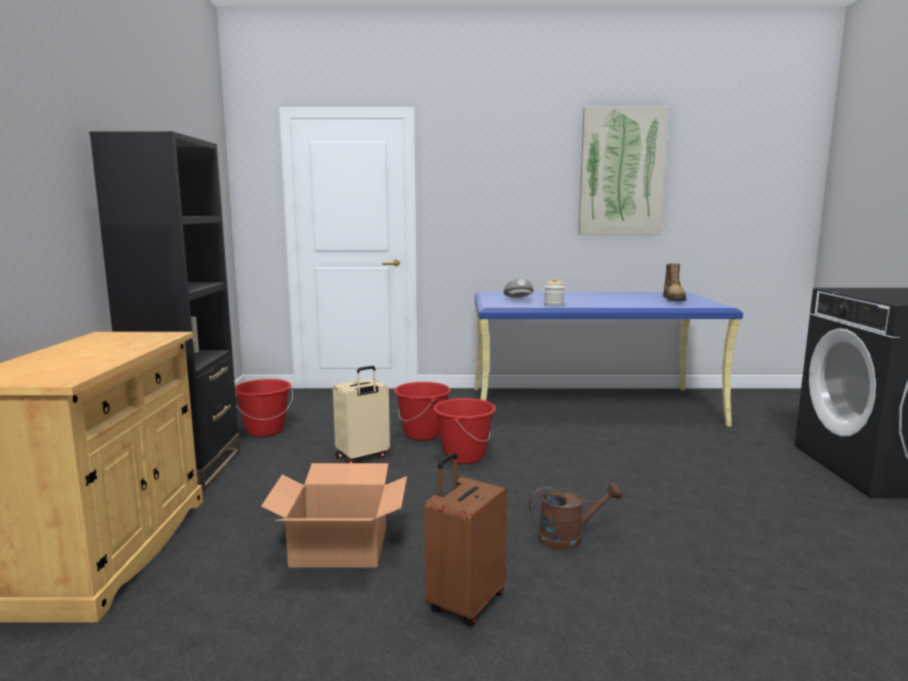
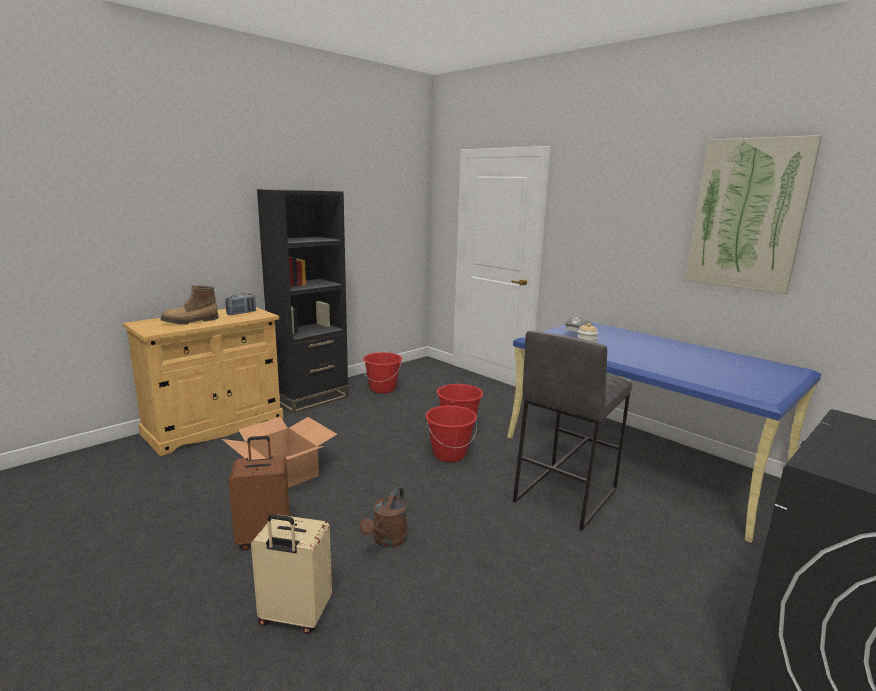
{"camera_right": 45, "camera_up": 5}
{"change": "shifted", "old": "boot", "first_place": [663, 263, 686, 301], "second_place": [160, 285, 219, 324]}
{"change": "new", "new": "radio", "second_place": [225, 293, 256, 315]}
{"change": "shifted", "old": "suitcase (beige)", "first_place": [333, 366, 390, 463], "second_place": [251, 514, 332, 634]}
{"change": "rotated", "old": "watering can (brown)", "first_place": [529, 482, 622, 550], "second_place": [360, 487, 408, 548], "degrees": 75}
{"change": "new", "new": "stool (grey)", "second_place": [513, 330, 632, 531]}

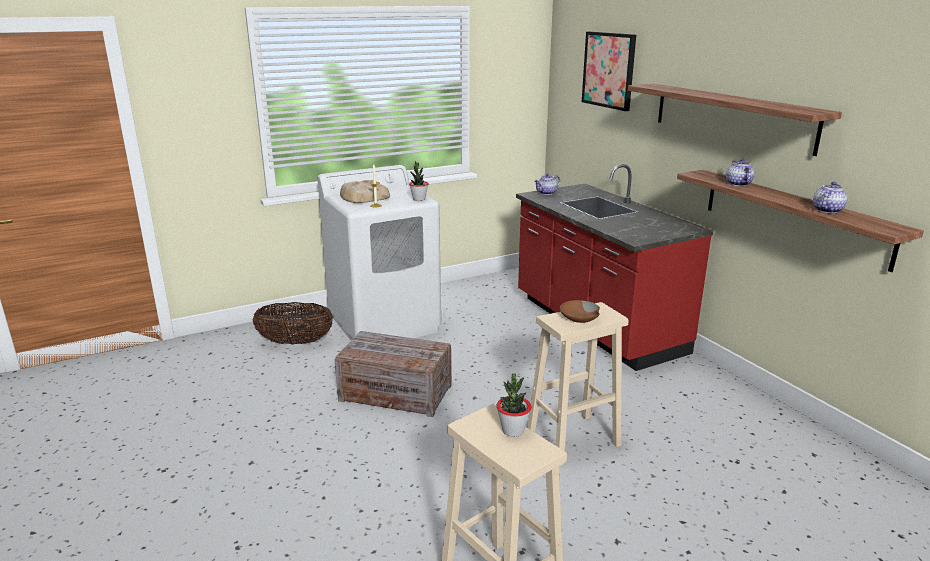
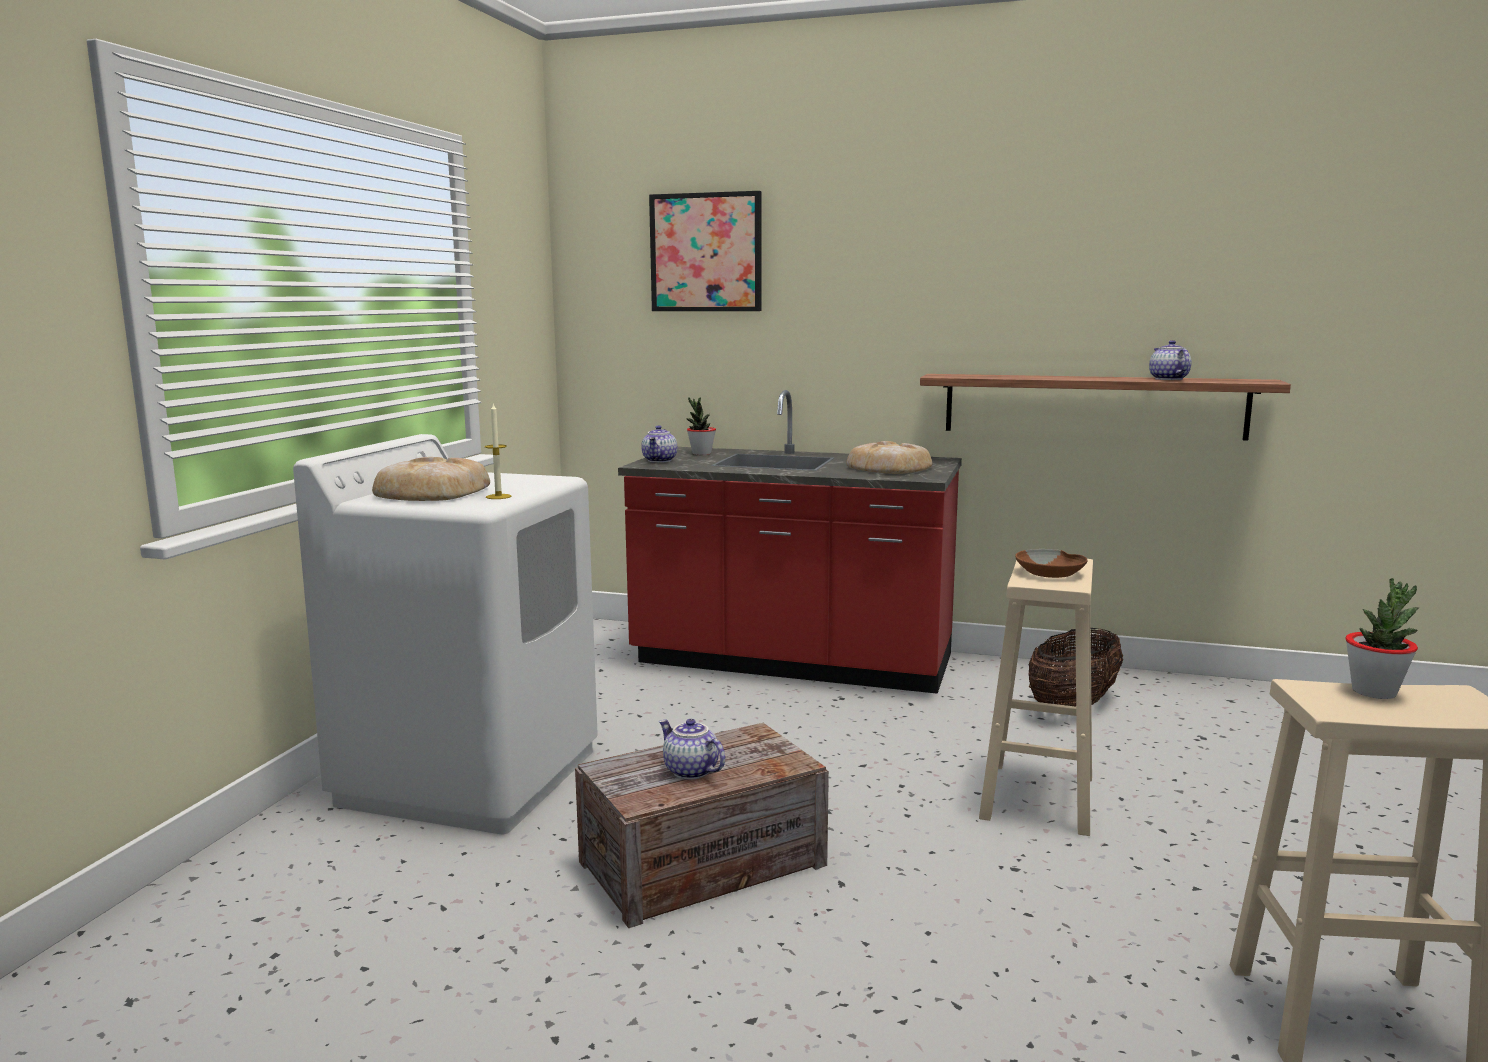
{"camera_right": -45, "camera_up": -10}
{"change": "shifted", "old": "teapot", "first_place": [726, 158, 755, 186], "second_place": [659, 719, 725, 779]}
{"change": "shifted", "old": "potted plant", "first_place": [409, 161, 429, 201], "second_place": [687, 397, 716, 455]}
{"change": "new", "new": "bread", "second_place": [846, 441, 932, 474]}
{"change": "shifted", "old": "basket", "first_place": [253, 302, 333, 345], "second_place": [1029, 628, 1123, 707]}
{"change": "gone", "old": "shelf", "first_place": [628, 84, 842, 156]}

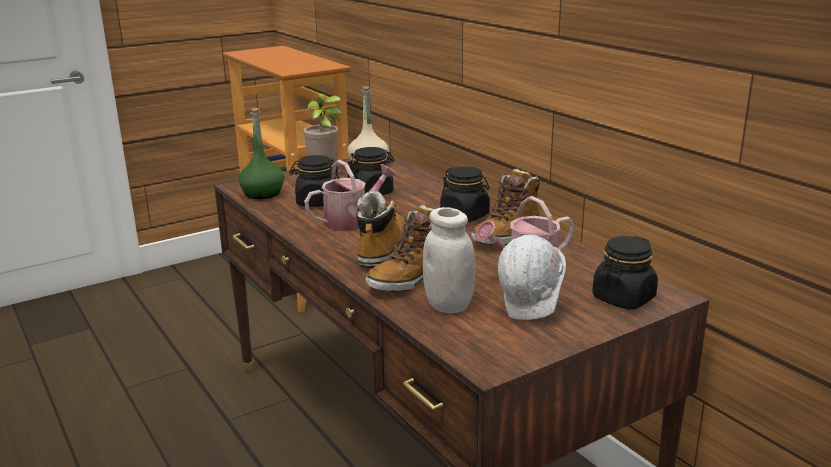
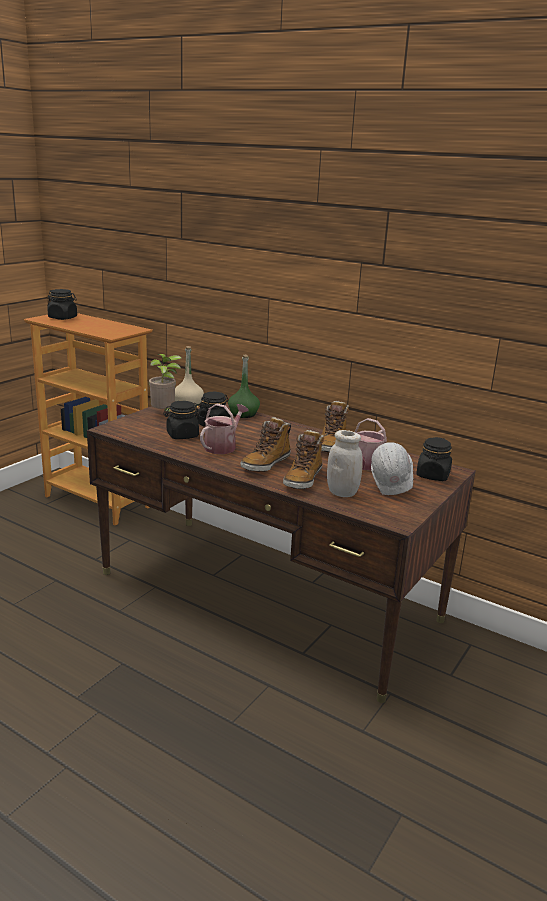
{"camera_right": -25, "camera_up": 0}
{"change": "shifted", "old": "jar (black)", "first_place": [440, 166, 490, 222], "second_place": [47, 289, 77, 320]}
{"change": "shifted", "old": "bottle (green)", "first_place": [238, 108, 284, 199], "second_place": [228, 355, 260, 418]}
{"change": "rotated", "old": "boot", "first_place": [356, 191, 406, 268], "second_place": [241, 417, 291, 472], "degrees": -135}

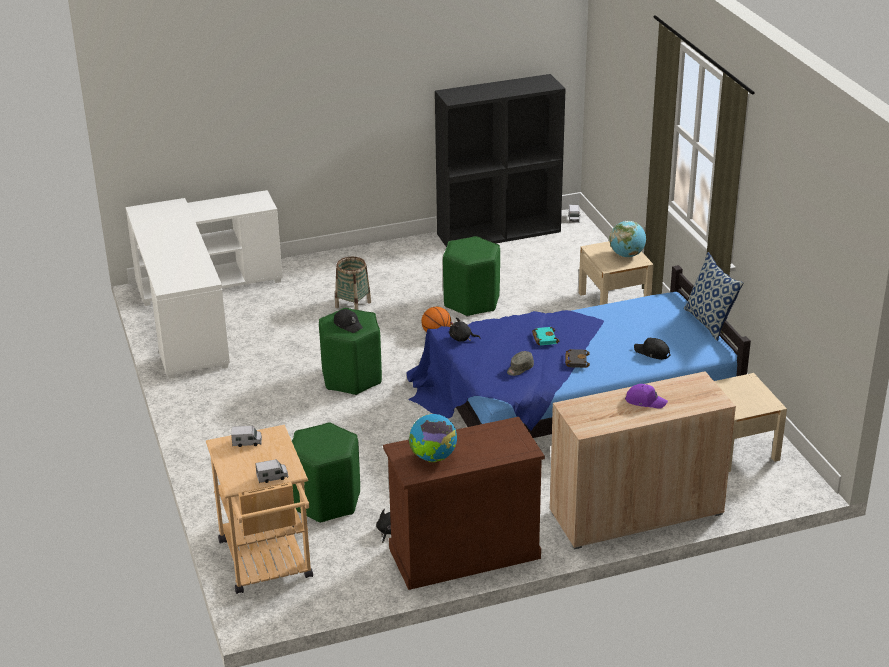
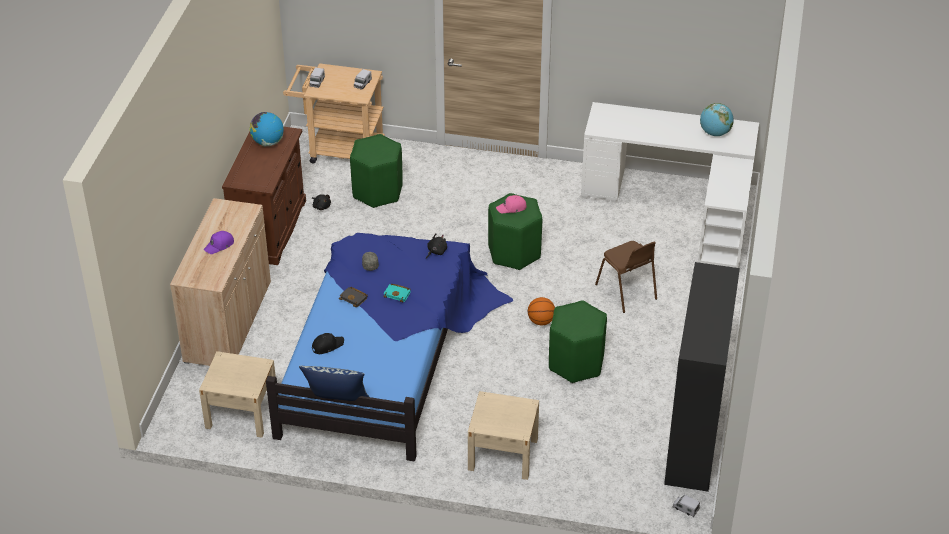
{"camera_right": 120, "camera_up": 10}
{"change": "repainted", "old": "cap (black)", "new": "cap (pink)", "first_place": [334, 309, 363, 333], "second_place": [496, 195, 527, 213]}
{"change": "swapped", "old": "basket", "new": "chair (brown)", "first_place": [335, 257, 371, 310], "second_place": [595, 241, 657, 313]}
{"change": "shifted", "old": "globe", "first_place": [609, 221, 646, 257], "second_place": [700, 103, 734, 136]}

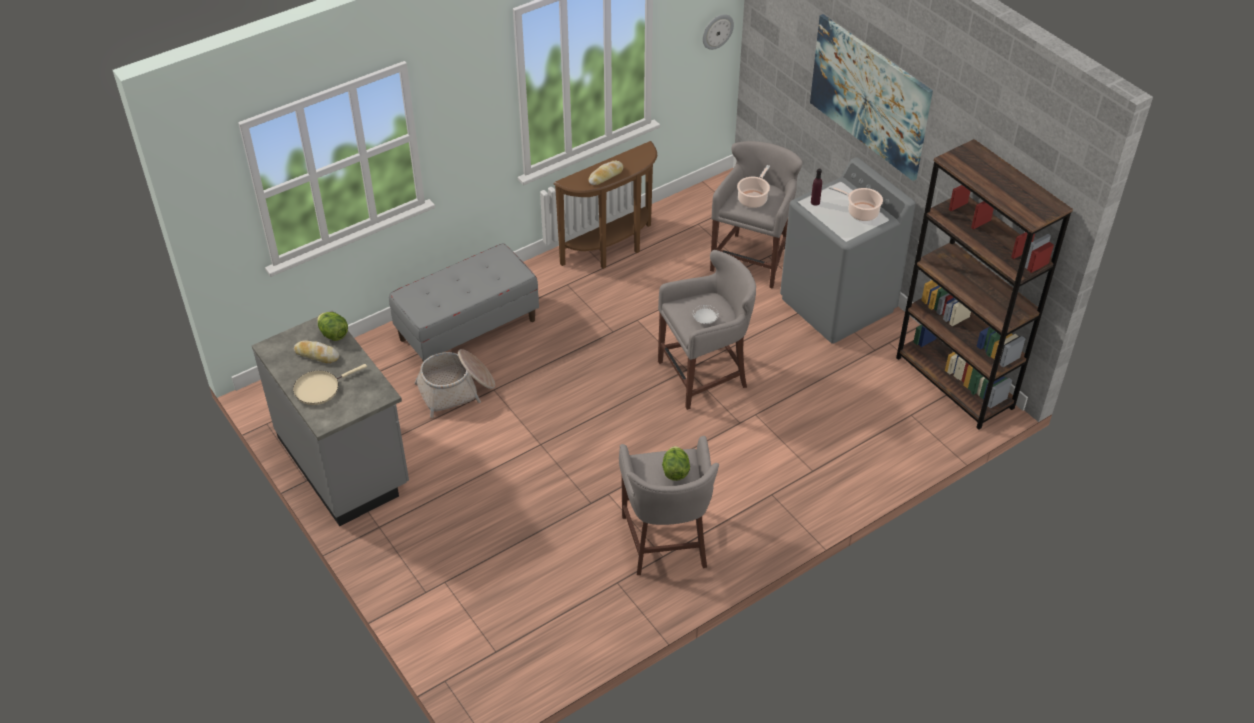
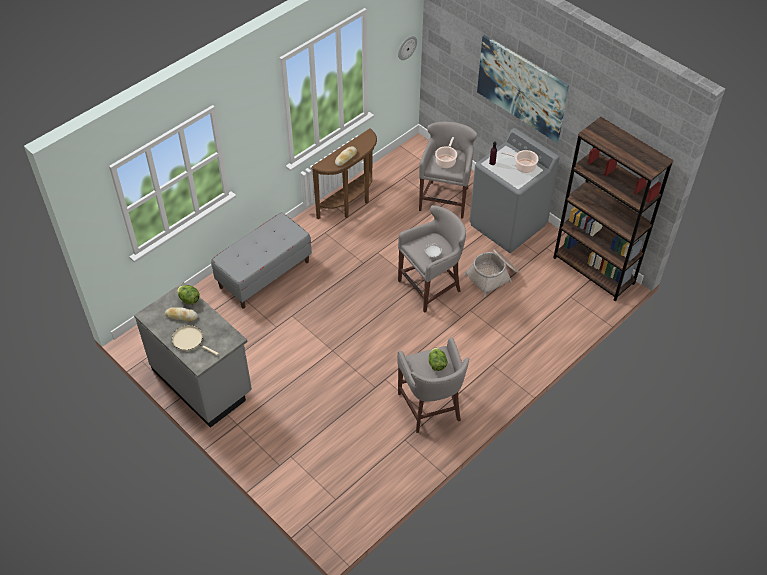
{"camera_right": -10, "camera_up": 5}
{"change": "rotated", "old": "frying pan (beige)", "first_place": [293, 364, 367, 405], "second_place": [172, 325, 219, 355], "degrees": 75}
{"change": "shifted", "old": "basket", "first_place": [414, 349, 495, 418], "second_place": [464, 249, 519, 297]}

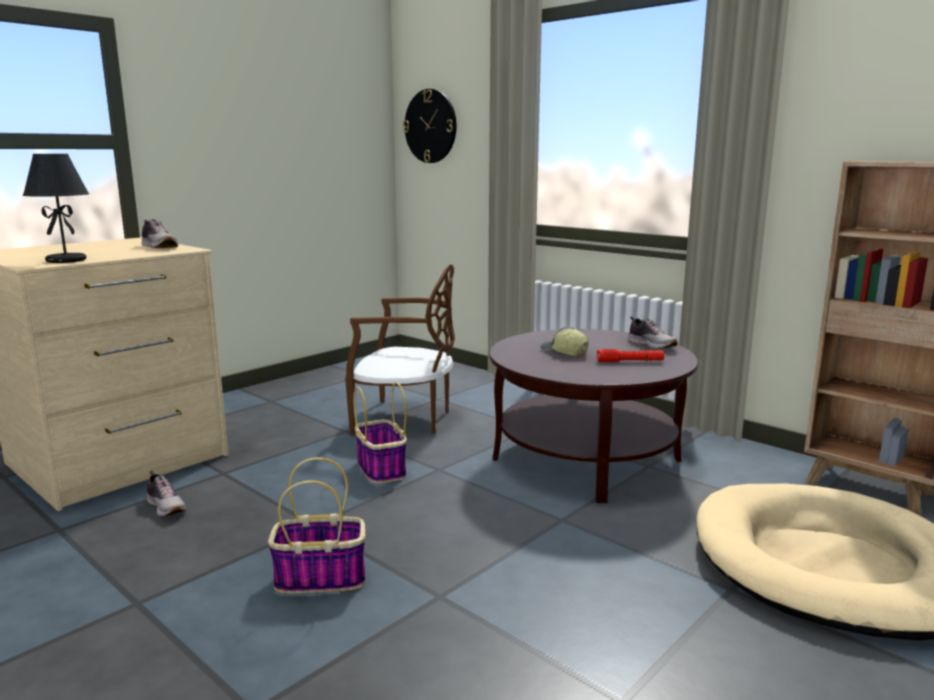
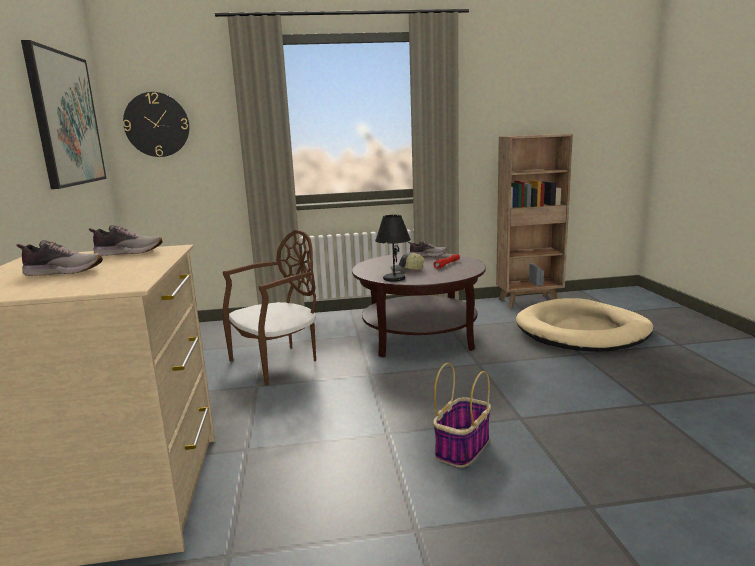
{"camera_right": -50, "camera_up": 0}
{"change": "shifted", "old": "shoe", "first_place": [147, 470, 187, 516], "second_place": [16, 240, 103, 276]}
{"change": "new", "new": "picture", "second_place": [21, 40, 107, 189]}
{"change": "shifted", "old": "table lamp (black)", "first_place": [23, 154, 89, 263], "second_place": [375, 215, 411, 282]}
{"change": "gone", "old": "basket", "first_place": [353, 382, 407, 484]}

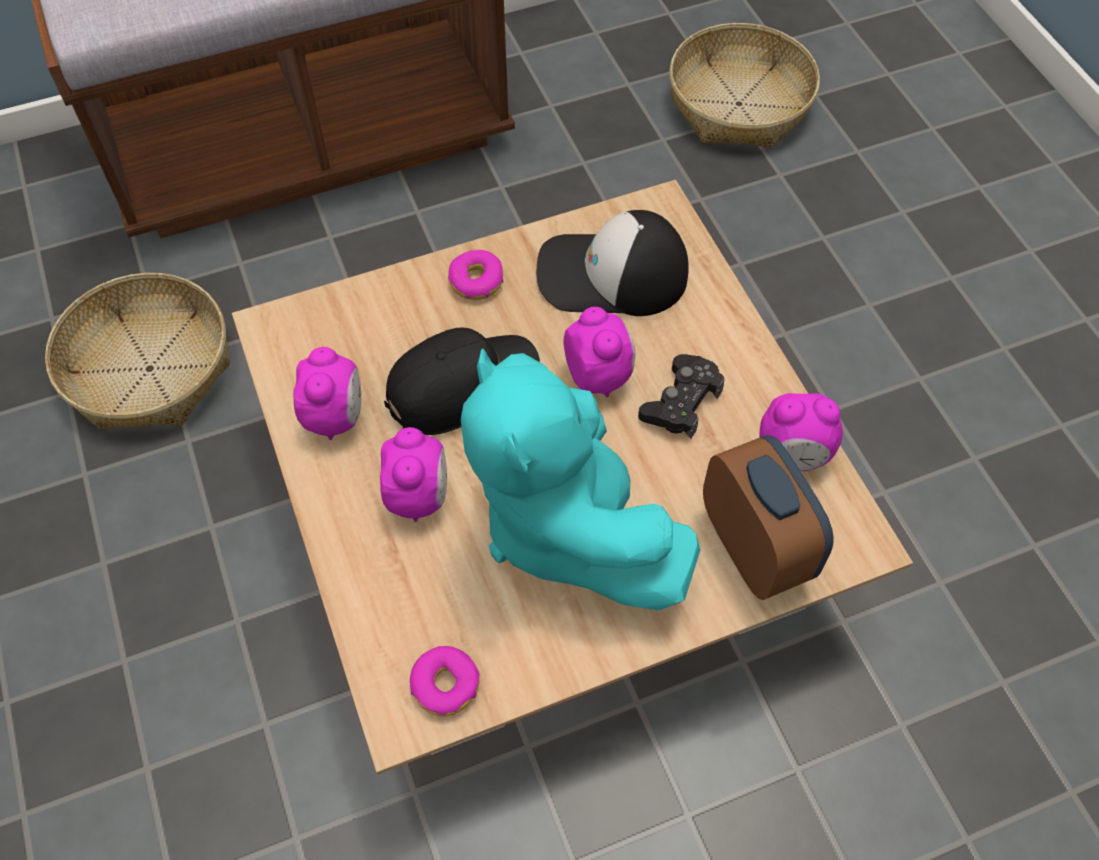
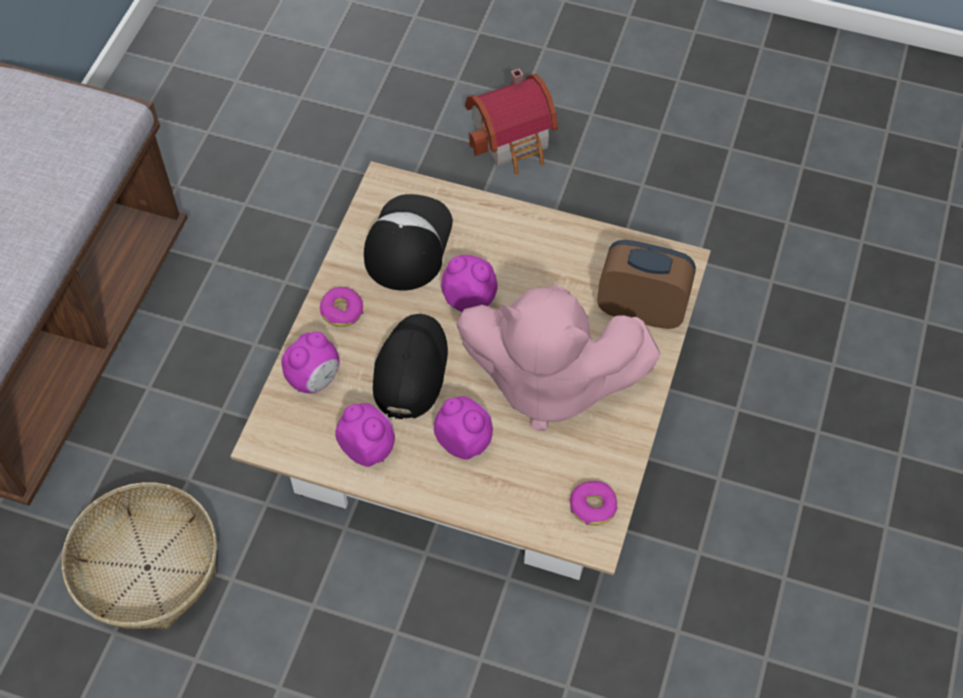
{"camera_right": -50, "camera_up": 0}
{"change": "shifted", "old": "alarm clock", "first_place": [759, 393, 843, 471], "second_place": [282, 332, 340, 393]}
{"change": "rotated", "old": "cap", "first_place": [537, 210, 689, 316], "second_place": [364, 194, 453, 291], "degrees": 150}
{"change": "repainted", "old": "plush toy (turquoise)", "new": "plush toy (pink)", "first_place": [461, 349, 700, 611], "second_place": [456, 285, 661, 431]}
{"change": "new", "new": "toy house", "second_place": [465, 68, 558, 174]}
{"change": "gone", "old": "game controller (black)", "first_place": [638, 354, 725, 439]}
{"change": "gone", "old": "basket", "first_place": [669, 23, 820, 149]}

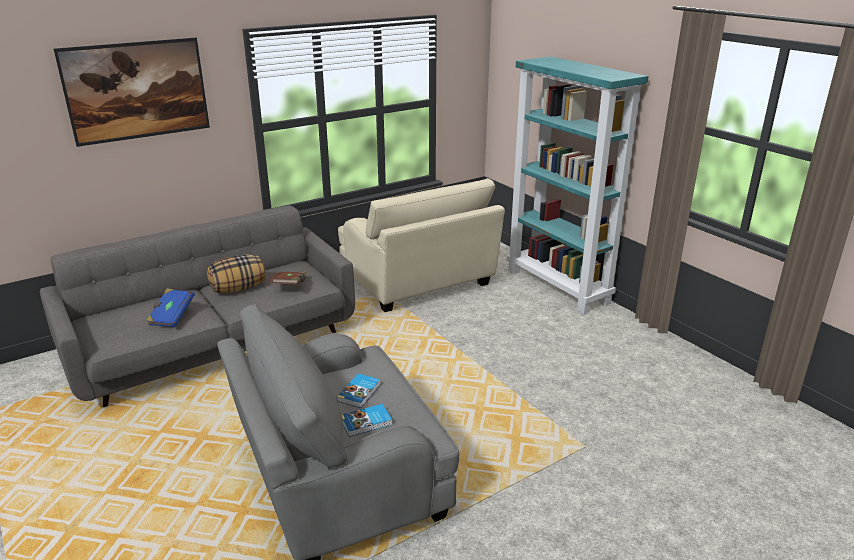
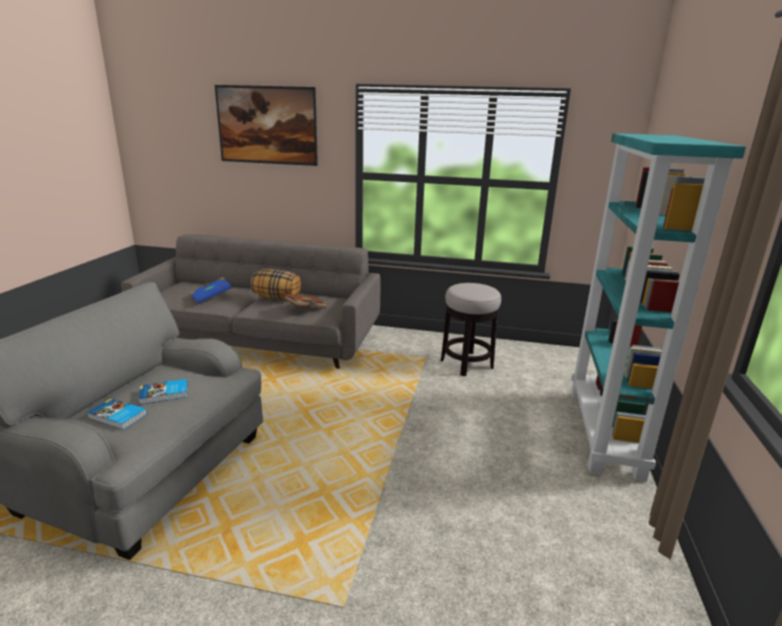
{"camera_right": 45, "camera_up": -5}
{"change": "swapped", "old": "armchair (beige)", "new": "stool", "first_place": [338, 178, 505, 312], "second_place": [441, 283, 501, 376]}

